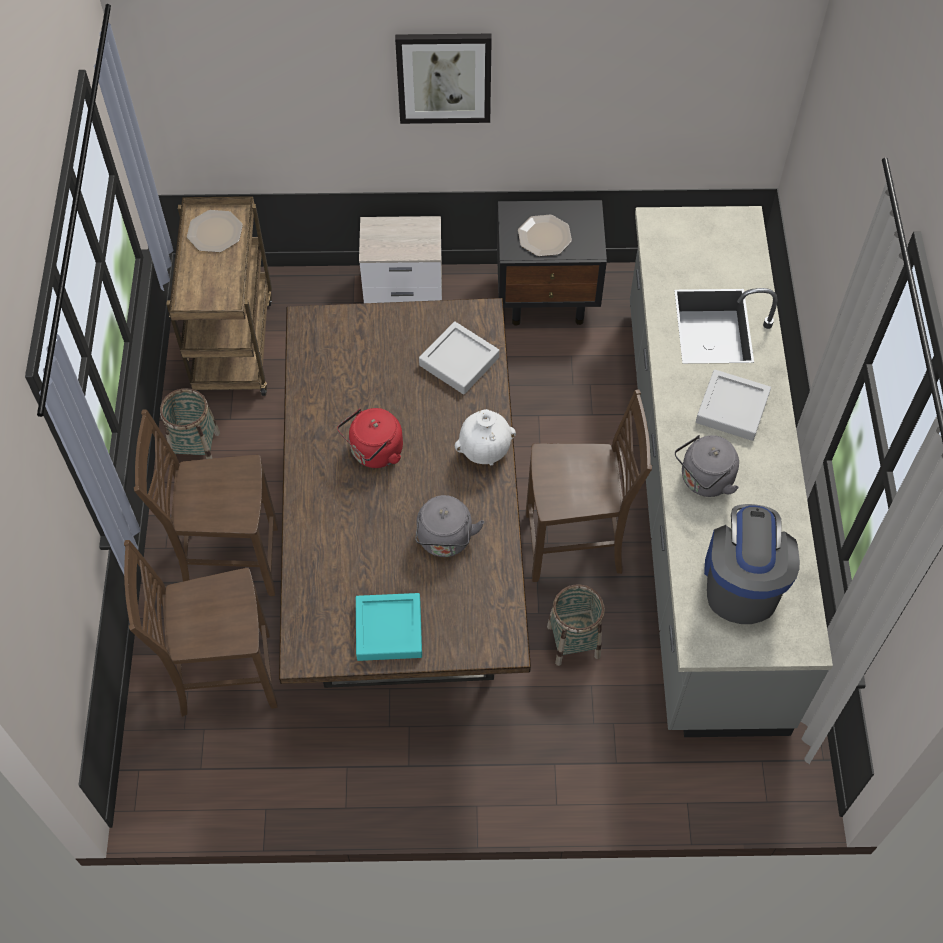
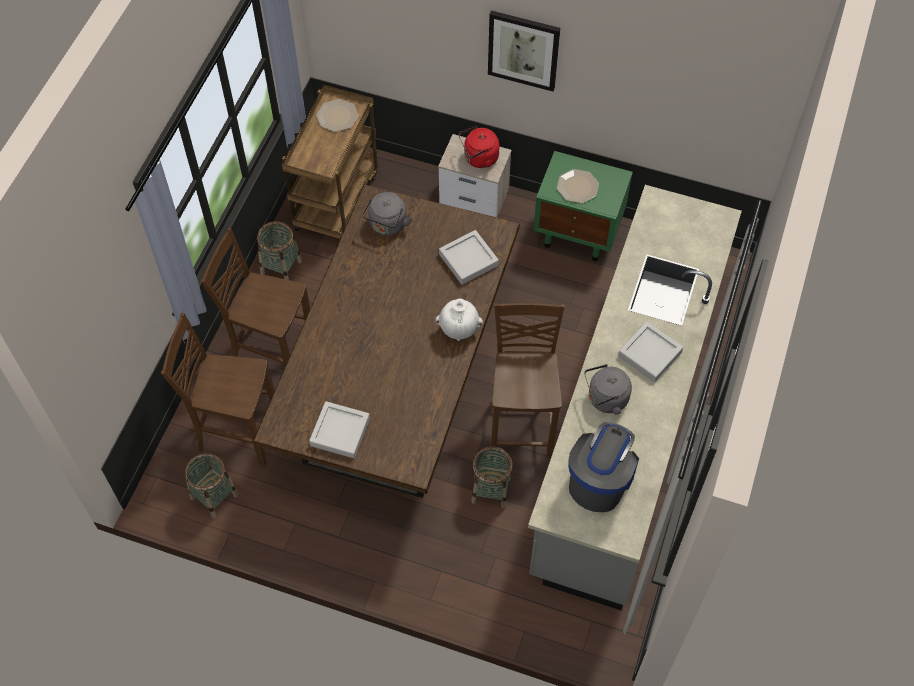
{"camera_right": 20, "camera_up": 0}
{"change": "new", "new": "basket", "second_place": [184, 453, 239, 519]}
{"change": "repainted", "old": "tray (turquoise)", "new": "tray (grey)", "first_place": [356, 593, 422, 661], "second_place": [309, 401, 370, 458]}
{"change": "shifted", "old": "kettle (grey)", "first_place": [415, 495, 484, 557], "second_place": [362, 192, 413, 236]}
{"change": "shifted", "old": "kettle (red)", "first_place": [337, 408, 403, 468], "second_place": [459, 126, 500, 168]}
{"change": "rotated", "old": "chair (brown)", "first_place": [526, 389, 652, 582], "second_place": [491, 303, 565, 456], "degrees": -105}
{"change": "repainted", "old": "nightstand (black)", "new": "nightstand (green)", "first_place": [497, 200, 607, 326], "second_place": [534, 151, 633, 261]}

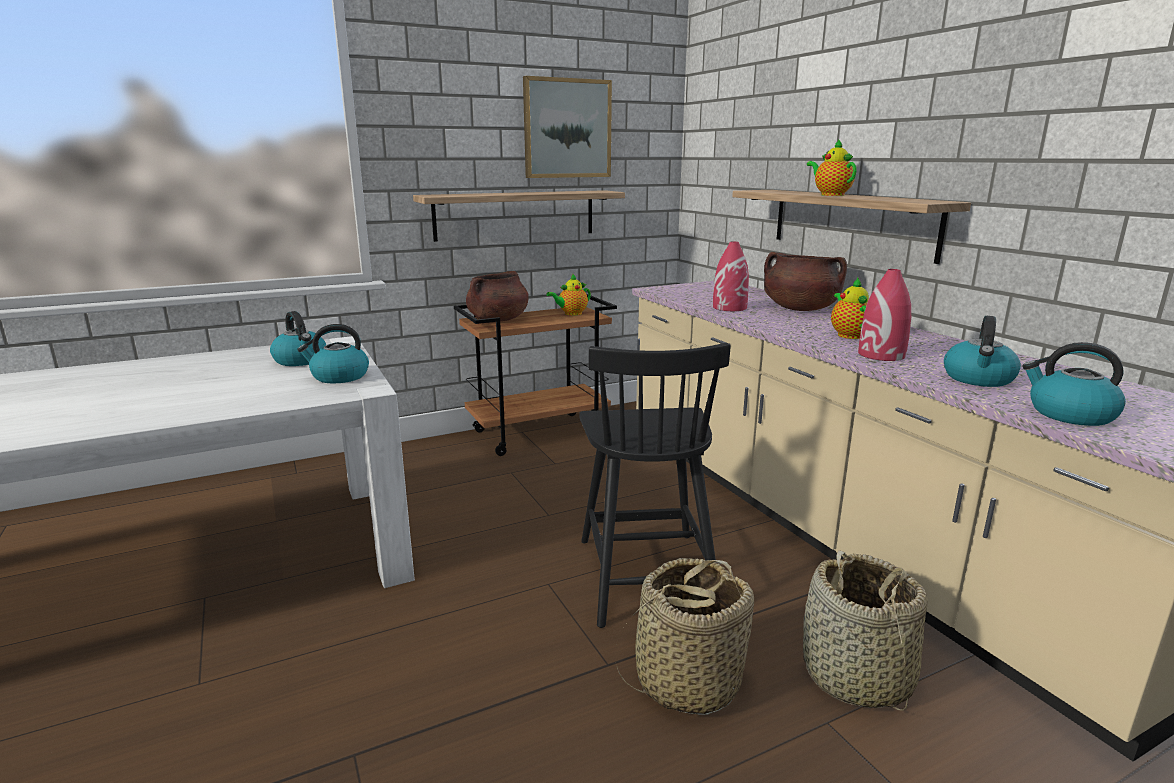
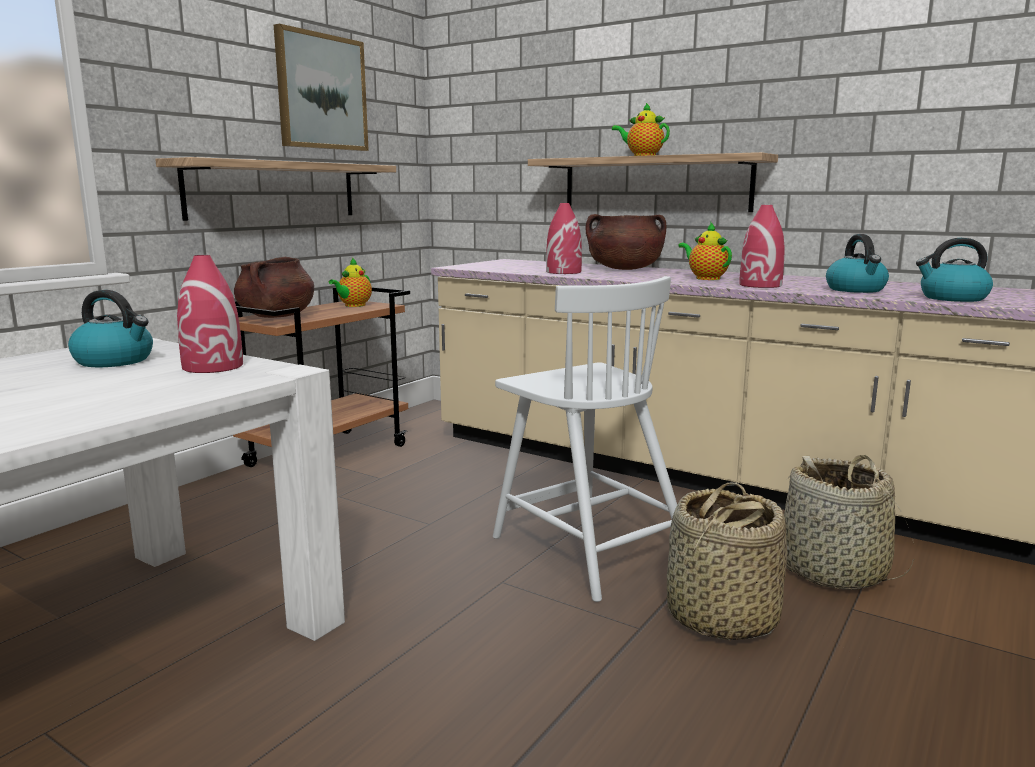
{"camera_right": -30, "camera_up": -5}
{"change": "swapped", "old": "kettle", "new": "vase (red)", "first_place": [297, 324, 369, 383], "second_place": [177, 255, 243, 373]}
{"change": "repainted", "old": "chair (black)", "new": "chair (white)", "first_place": [579, 343, 731, 628], "second_place": [493, 276, 677, 602]}

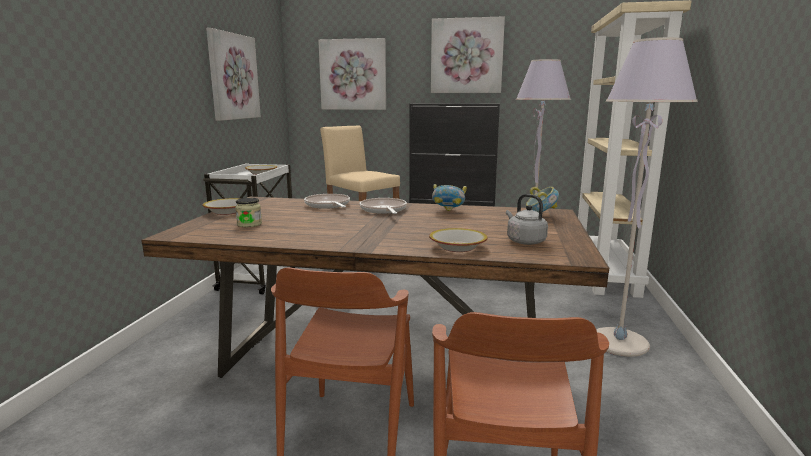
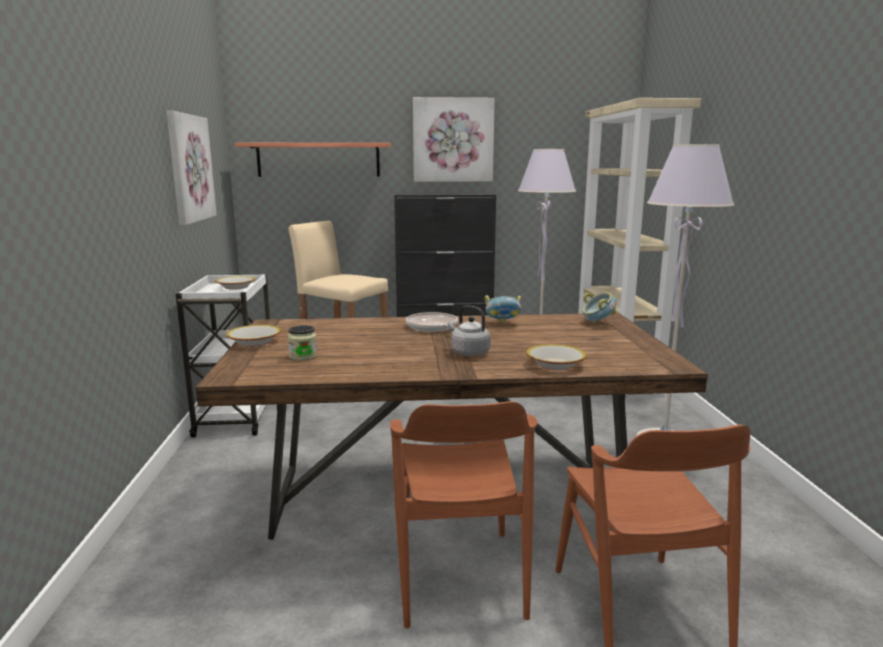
{"camera_right": -15, "camera_up": 0}
{"change": "swapped", "old": "picture", "new": "shelf", "first_place": [318, 38, 386, 110], "second_place": [235, 143, 391, 177]}
{"change": "shifted", "old": "kettle (grey)", "first_place": [506, 194, 548, 245], "second_place": [448, 305, 491, 356]}
{"change": "gone", "old": "frying pan", "first_place": [304, 194, 350, 209]}

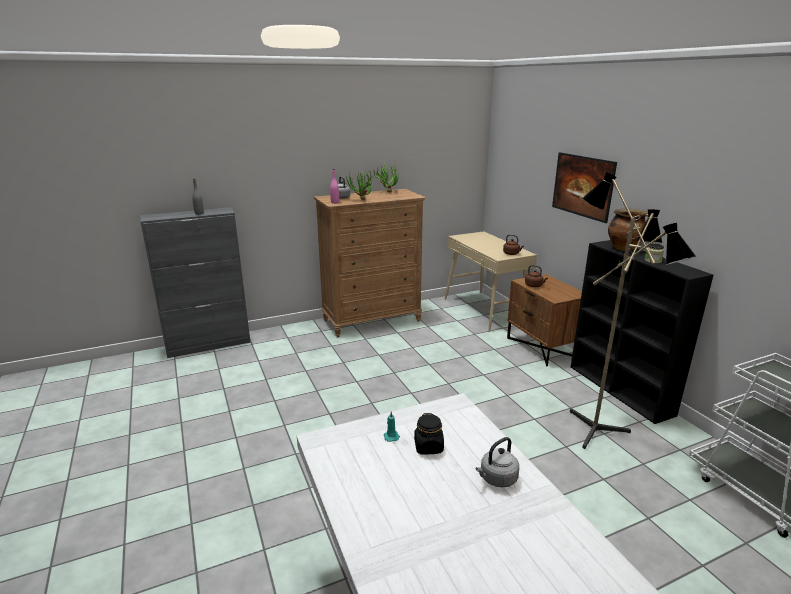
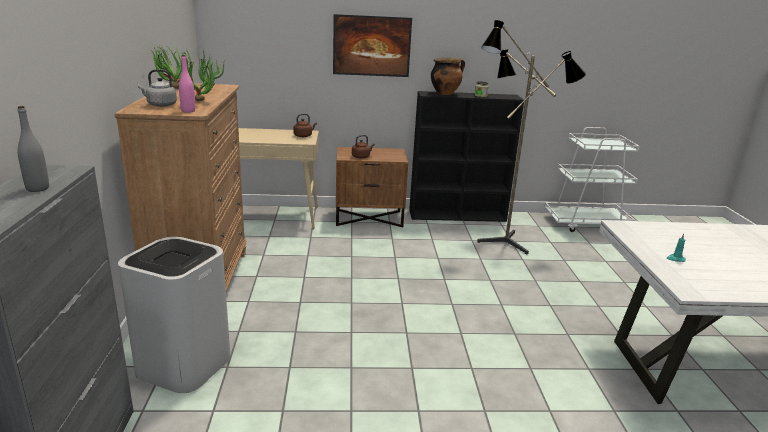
{"camera_right": -70, "camera_up": 0}
{"change": "new", "new": "trash can (white)", "second_place": [118, 237, 230, 393]}
{"change": "gone", "old": "jar (black)", "first_place": [414, 413, 444, 454]}
{"change": "gone", "old": "kettle (grey)", "first_place": [475, 437, 519, 487]}

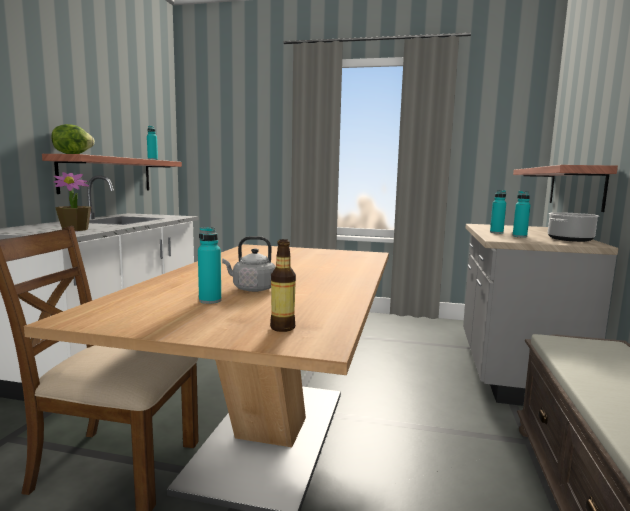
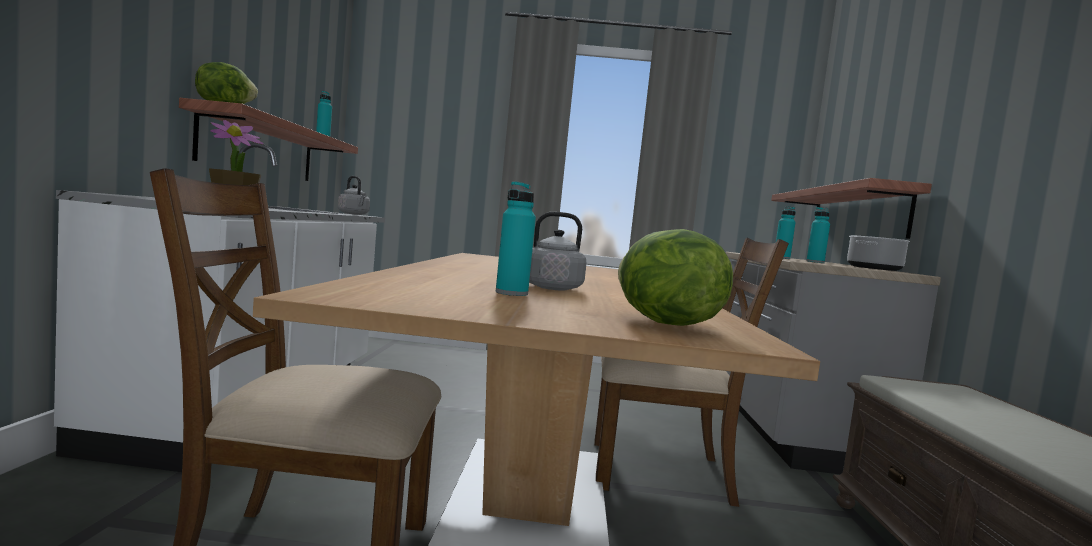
{"camera_right": -10, "camera_up": -5}
{"change": "new", "new": "kettle (grey)", "second_place": [337, 176, 370, 215]}
{"change": "new", "new": "chair (brown)", "second_place": [595, 238, 789, 507]}
{"change": "swapped", "old": "bottle", "new": "lettuce", "first_place": [270, 239, 296, 332], "second_place": [618, 229, 733, 326]}

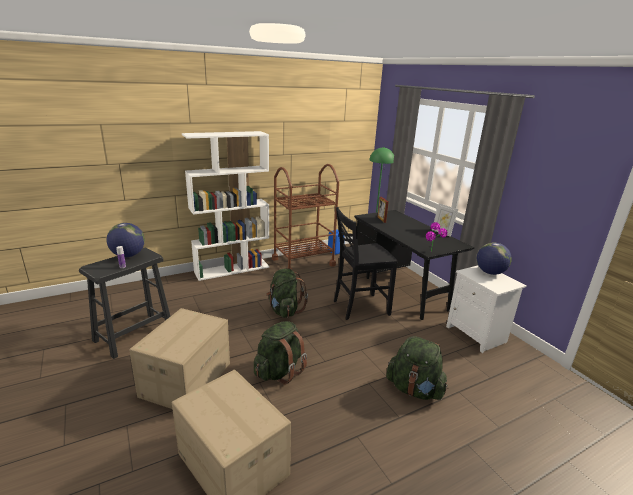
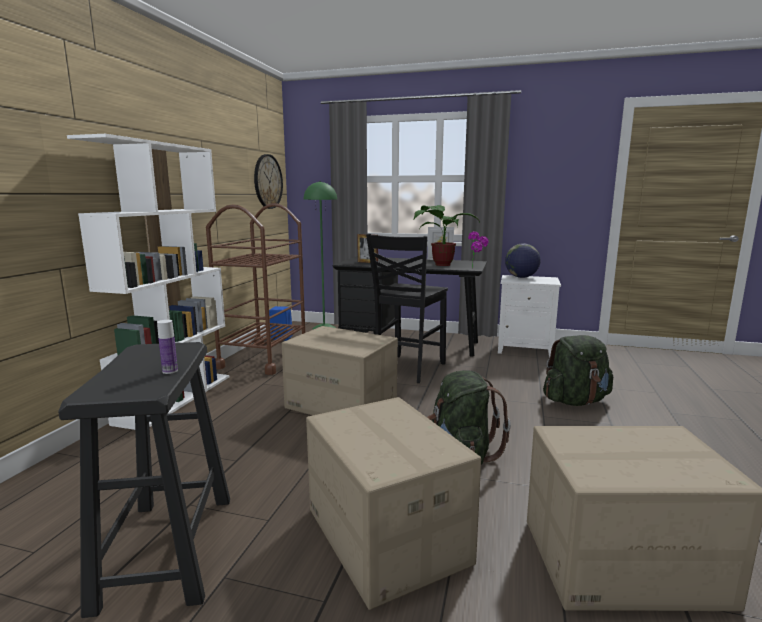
{"camera_right": -45, "camera_up": -10}
{"change": "new", "new": "wall clock", "second_place": [254, 154, 283, 209]}
{"change": "swapped", "old": "backpack (green)", "new": "cardboard box", "first_place": [266, 268, 308, 318], "second_place": [282, 326, 398, 415]}
{"change": "new", "new": "potted plant", "second_place": [414, 205, 480, 266]}
{"change": "gone", "old": "globe", "first_place": [106, 223, 145, 257]}

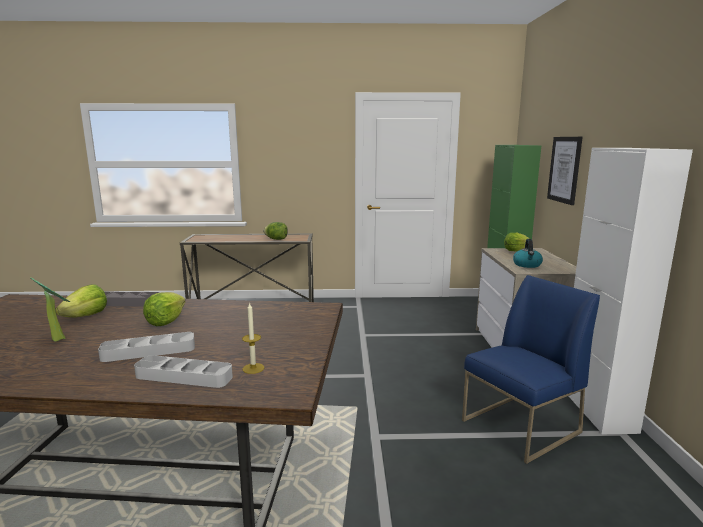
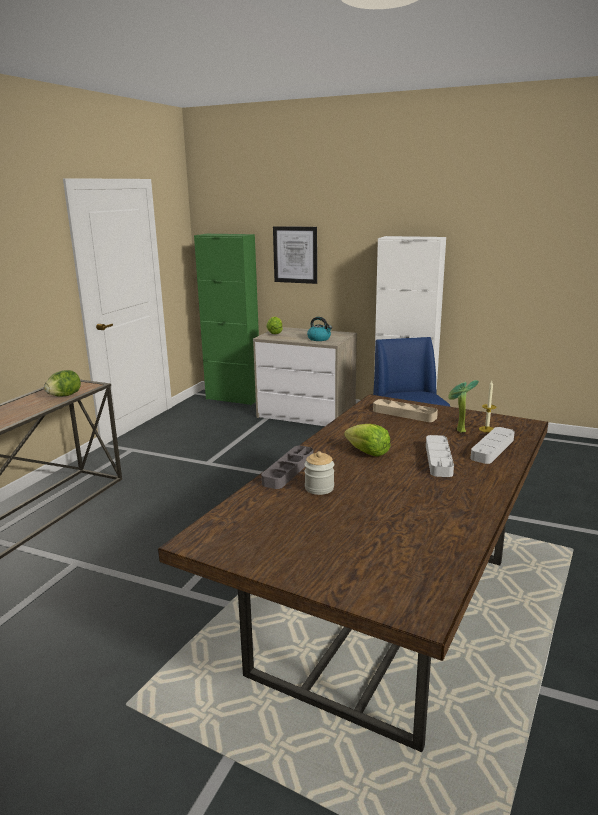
{"camera_right": -65, "camera_up": 5}
{"change": "swapped", "old": "lettuce", "new": "jar", "first_place": [55, 284, 107, 317], "second_place": [304, 451, 334, 495]}
{"change": "new", "new": "tray (beige)", "second_place": [373, 399, 438, 422]}
{"change": "shifted", "old": "potted plant", "first_place": [30, 277, 70, 342], "second_place": [448, 380, 479, 433]}

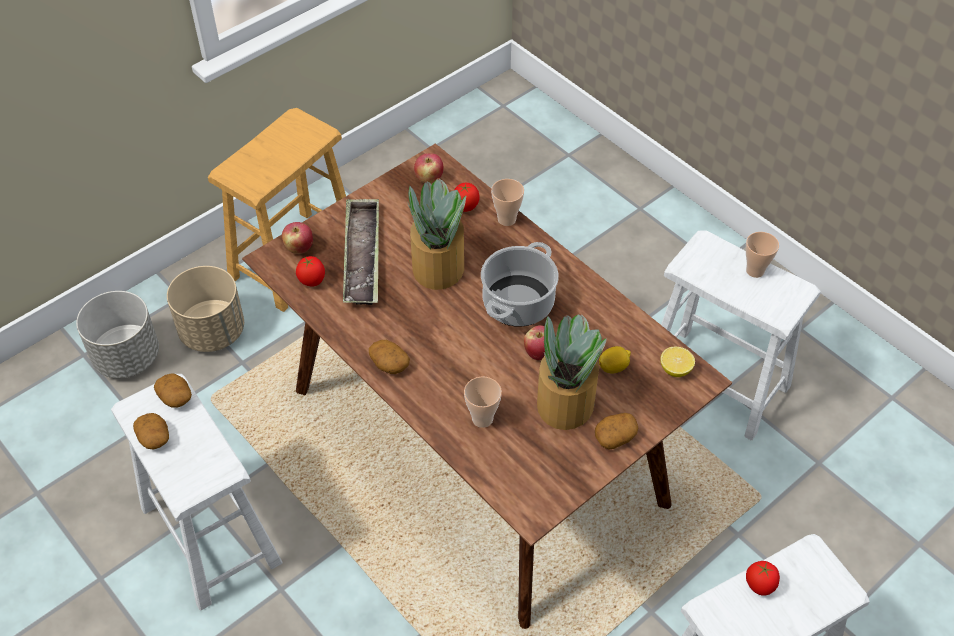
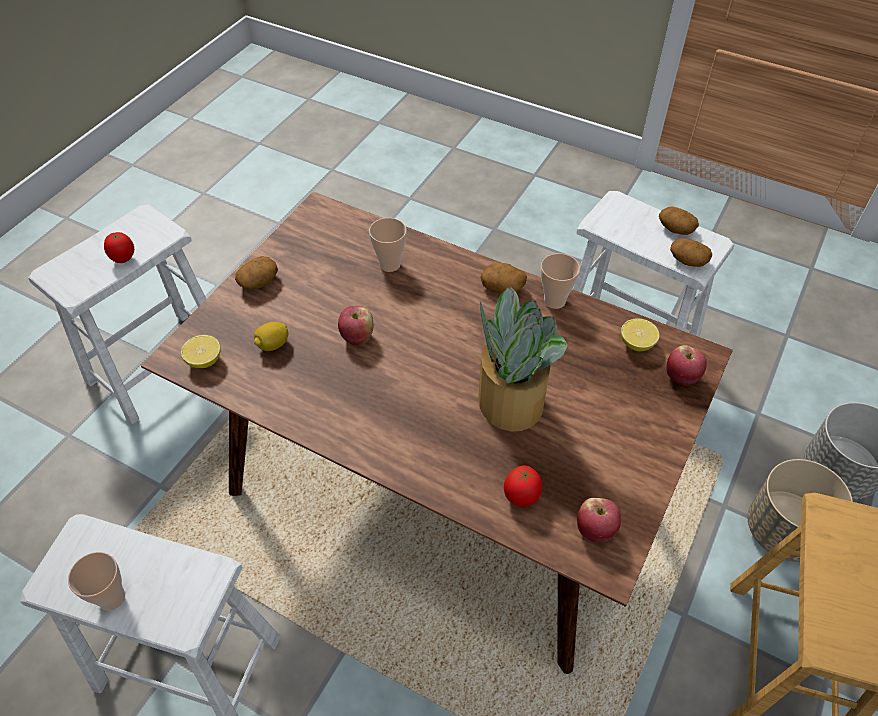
{"camera_right": 160, "camera_up": 0}
{"change": "shifted", "old": "cup", "first_place": [491, 179, 524, 226], "second_place": [541, 253, 580, 309]}
{"change": "swapped", "old": "tomato", "new": "lemon", "first_place": [296, 256, 325, 287], "second_place": [621, 319, 659, 351]}
{"change": "gone", "old": "tray", "first_place": [343, 199, 379, 305]}
{"change": "gone", "old": "cooking pot", "first_place": [481, 242, 559, 327]}
{"change": "gone", "old": "potted plant", "first_place": [537, 314, 607, 430]}

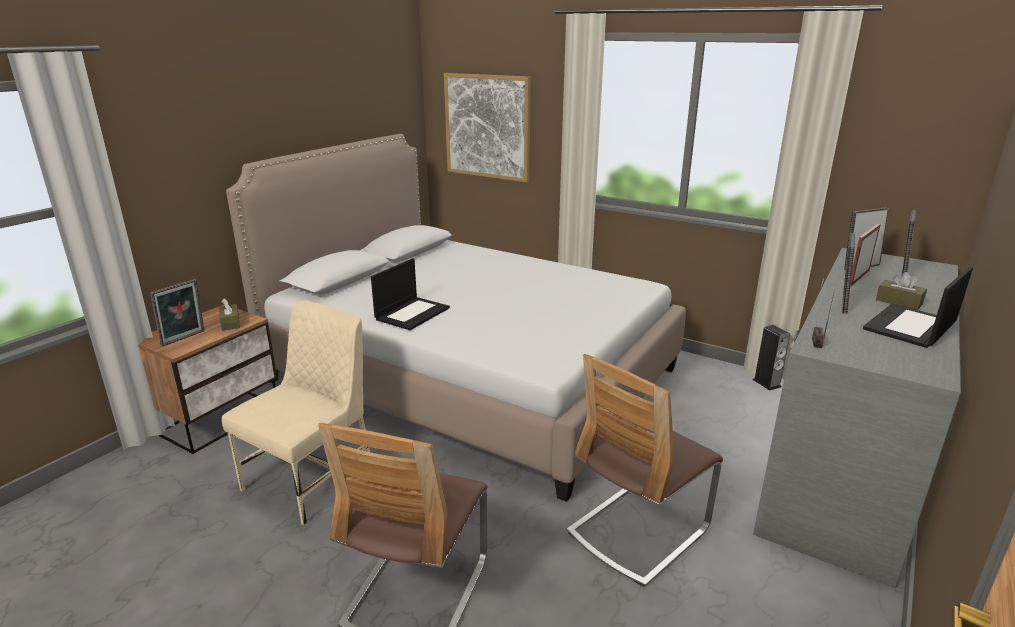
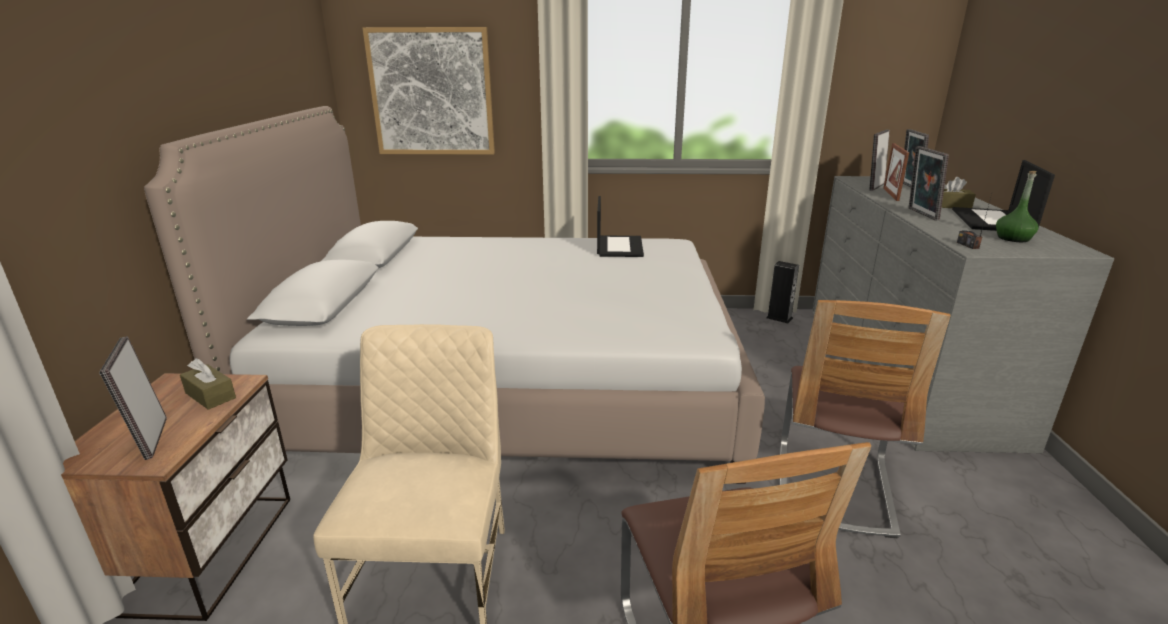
{"camera_right": -30, "camera_up": 0}
{"change": "rotated", "old": "picture frame", "first_place": [150, 279, 204, 346], "second_place": [99, 336, 167, 460], "degrees": 150}
{"change": "shifted", "old": "laptop", "first_place": [371, 258, 450, 330], "second_place": [597, 196, 644, 257]}
{"change": "new", "new": "bottle (green)", "second_place": [996, 171, 1039, 242]}

